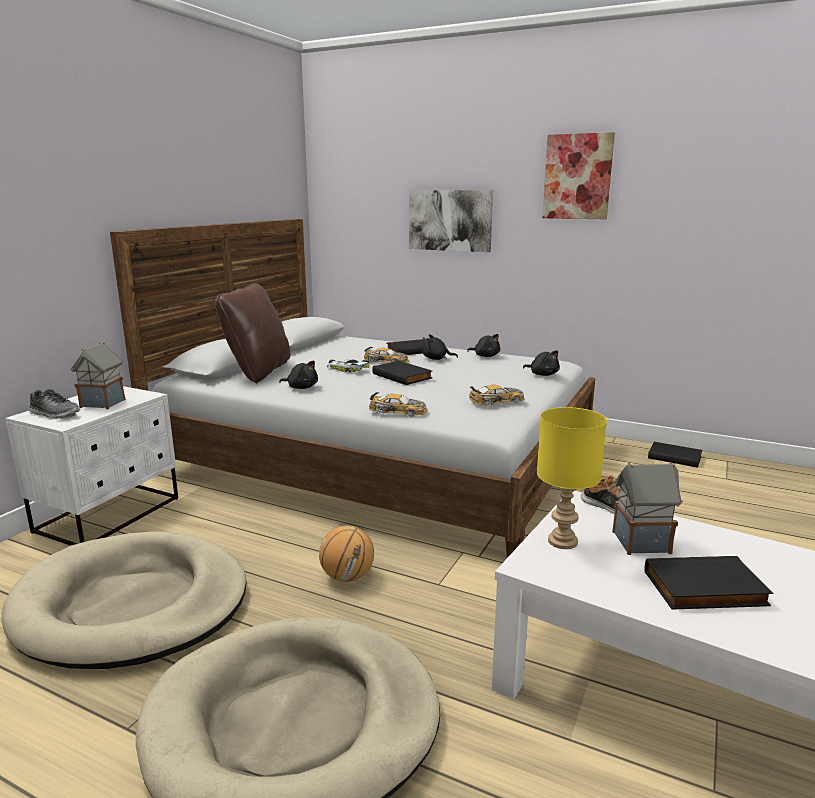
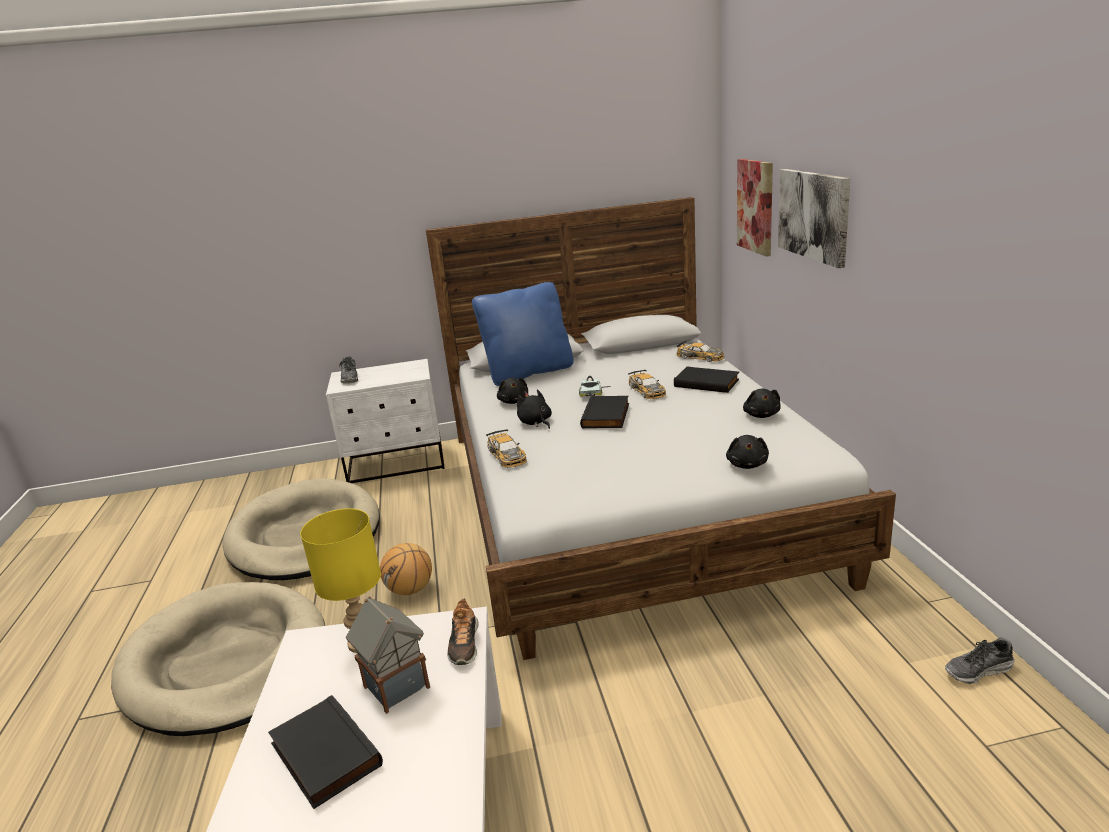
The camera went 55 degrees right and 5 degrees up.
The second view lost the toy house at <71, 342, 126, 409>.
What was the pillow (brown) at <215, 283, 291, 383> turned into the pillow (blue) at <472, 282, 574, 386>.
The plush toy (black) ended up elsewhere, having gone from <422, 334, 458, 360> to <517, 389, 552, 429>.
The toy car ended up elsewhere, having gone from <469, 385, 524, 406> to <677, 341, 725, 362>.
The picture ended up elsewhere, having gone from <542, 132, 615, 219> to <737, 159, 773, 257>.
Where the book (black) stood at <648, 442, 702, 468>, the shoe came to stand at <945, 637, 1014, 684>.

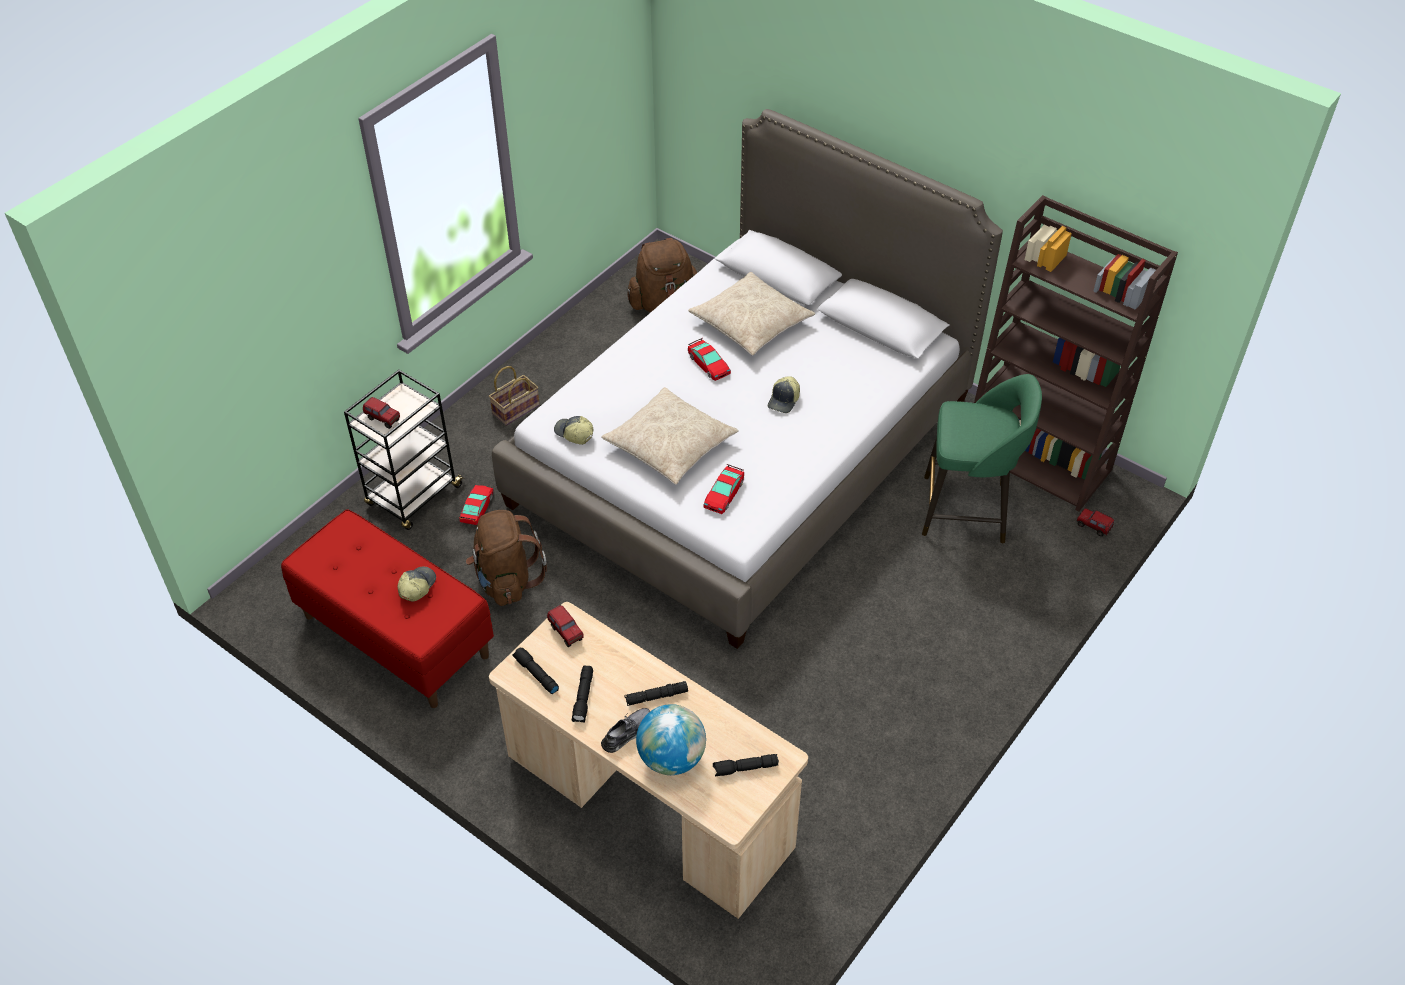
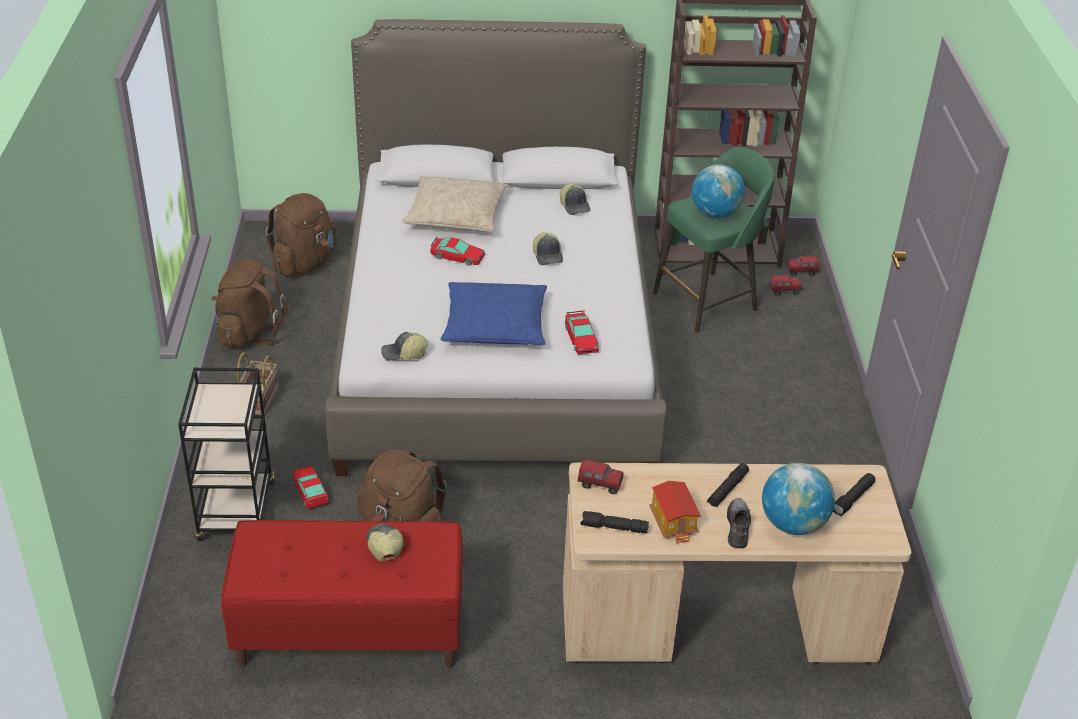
The camera went 40 degrees left and 10 degrees down.
The toy truck ended up elsewhere, having gone from <363, 397, 400, 429> to <769, 275, 802, 296>.
Where the flashlight (black) stood at <572, 665, 593, 723>, the toy house came to stand at <649, 481, 701, 544>.
What was the pillow (beige) at <601, 387, 738, 485> turned into the pillow (blue) at <441, 282, 547, 345>.
The second view gained the backpack (brown) at <211, 259, 288, 348>.
The second view gained the cap at <560, 184, 590, 215>.
The second view gained the globe at <692, 164, 745, 218>.

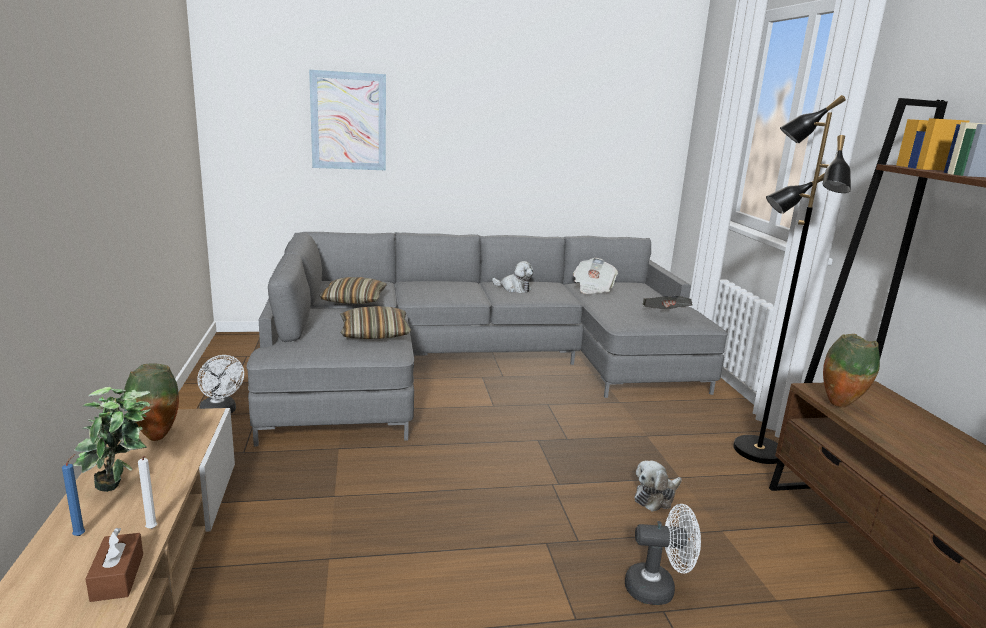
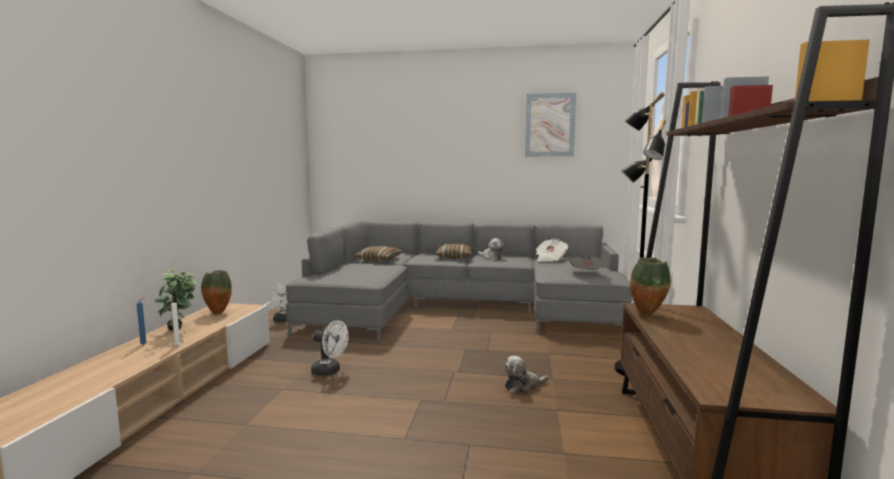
The camera went 20 degrees right and 10 degrees down.
The second view lost the tissue box (brown) at <86, 528, 143, 602>.
The picture ended up elsewhere, having gone from <309, 70, 386, 170> to <525, 93, 576, 156>.
The pillow ended up elsewhere, having gone from <340, 306, 411, 339> to <435, 244, 474, 259>.
The fan (white) ended up elsewhere, having gone from <625, 504, 701, 605> to <311, 320, 348, 376>.

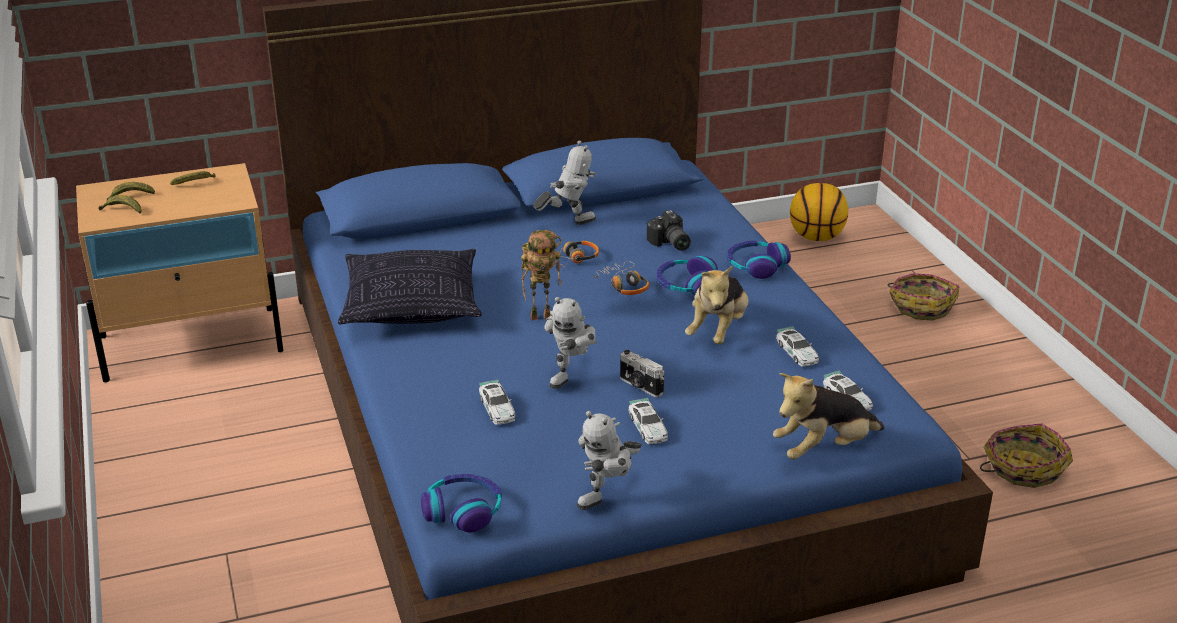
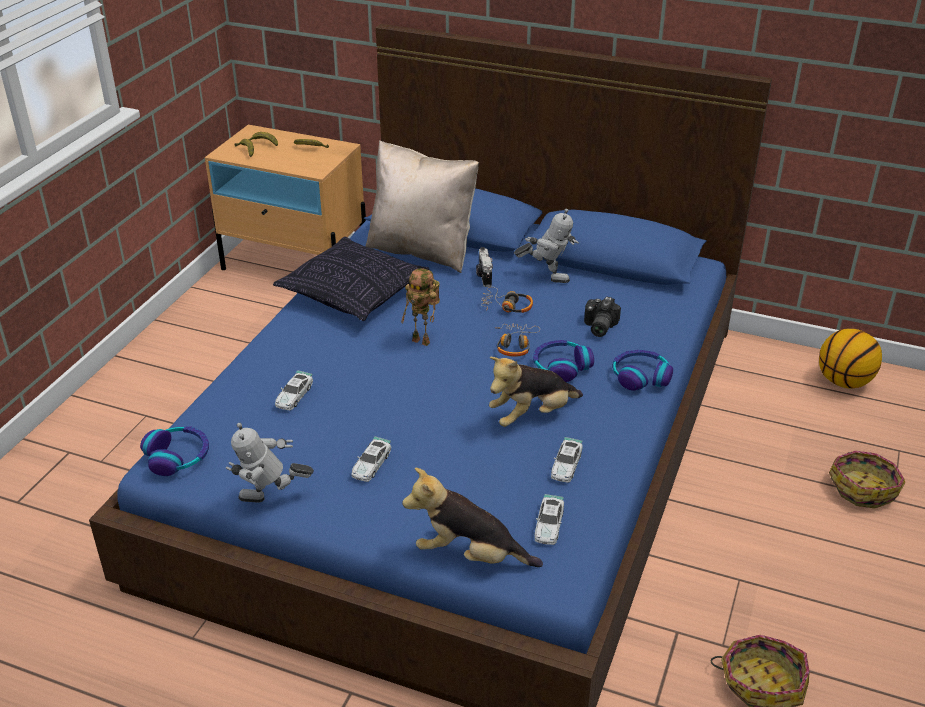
The camera went 40 degrees right and 5 degrees up.
The second view lost the toy robot at <544, 297, 597, 389>.
The photo camera ended up elsewhere, having gone from <620, 350, 664, 397> to <476, 247, 493, 287>.
The second view gained the pillow (beige) at <365, 140, 479, 273>.

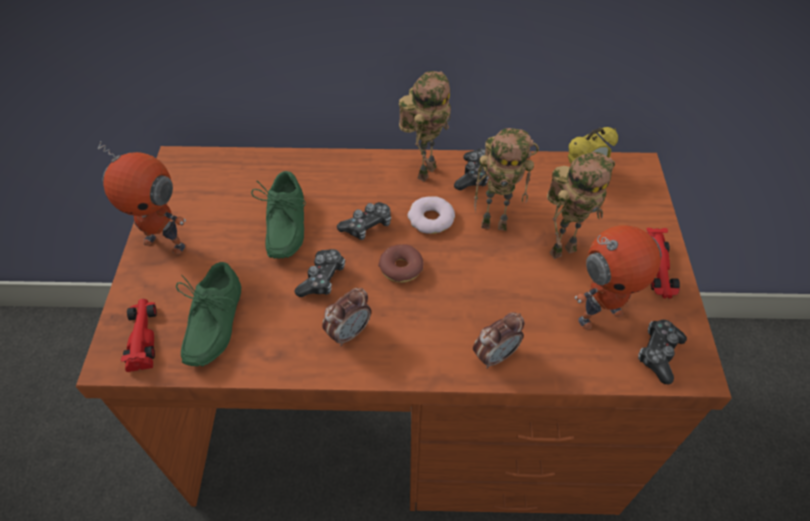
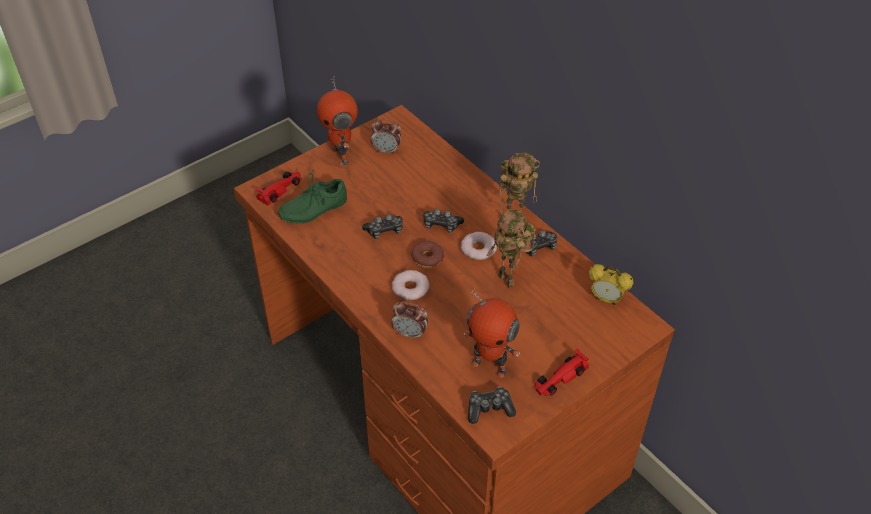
The camera went 50 degrees right and 5 degrees down.
The second view lost the shoe (green) at <251, 171, 306, 259>.
The alarm clock ended up elsewhere, having gone from <322, 288, 371, 346> to <371, 119, 401, 154>.
The second view lost the toy robot at <547, 152, 615, 259>.
The second view gained the donut at <392, 270, 429, 300>.

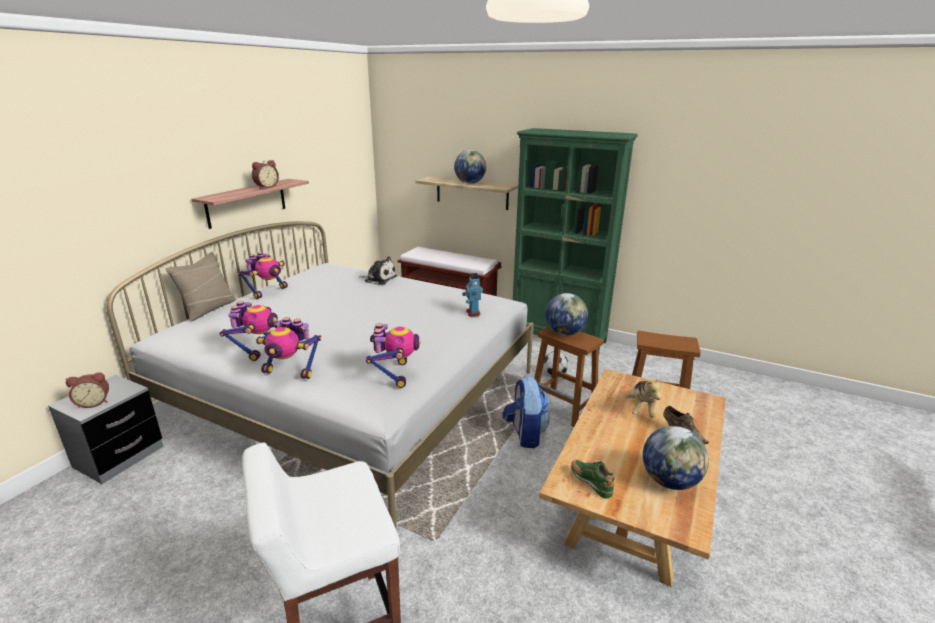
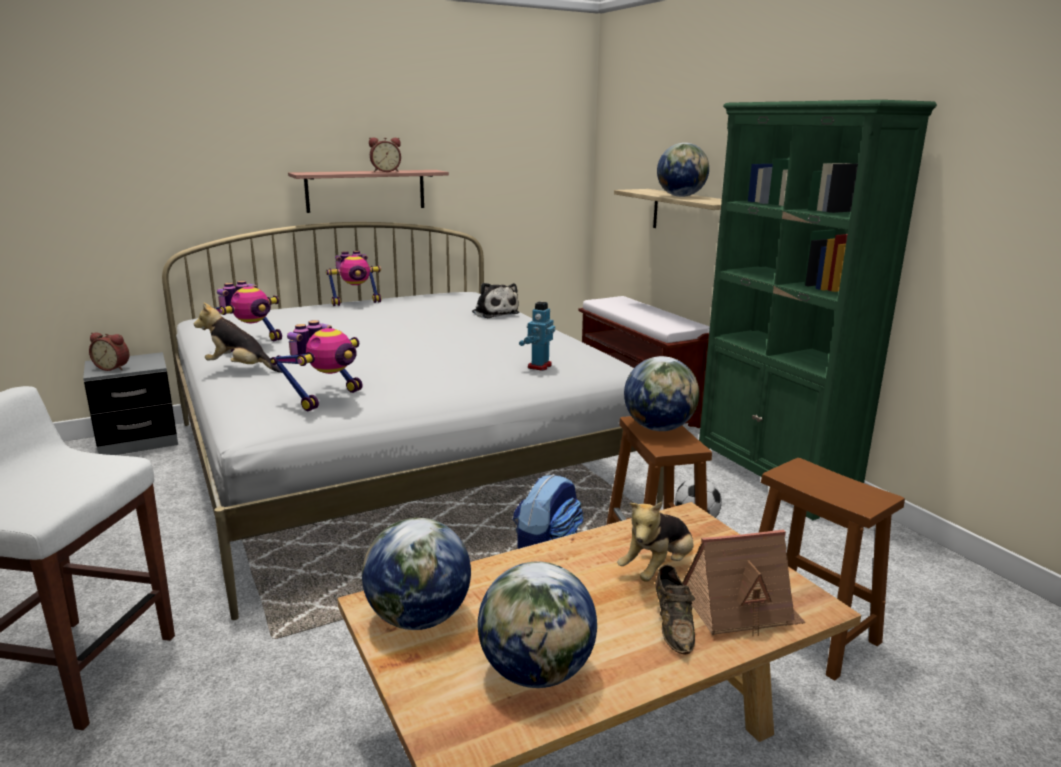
The camera went 35 degrees right and 5 degrees down.
The second view lost the pillow (beige) at <165, 252, 236, 322>.
Where the toy robot stood at <256, 317, 321, 379>, the plush toy came to stand at <194, 303, 282, 373>.
Where the shoe (green) stood at <571, 460, 615, 499>, the globe came to stand at <362, 518, 471, 630>.
The second view gained the toy house at <682, 529, 806, 636>.

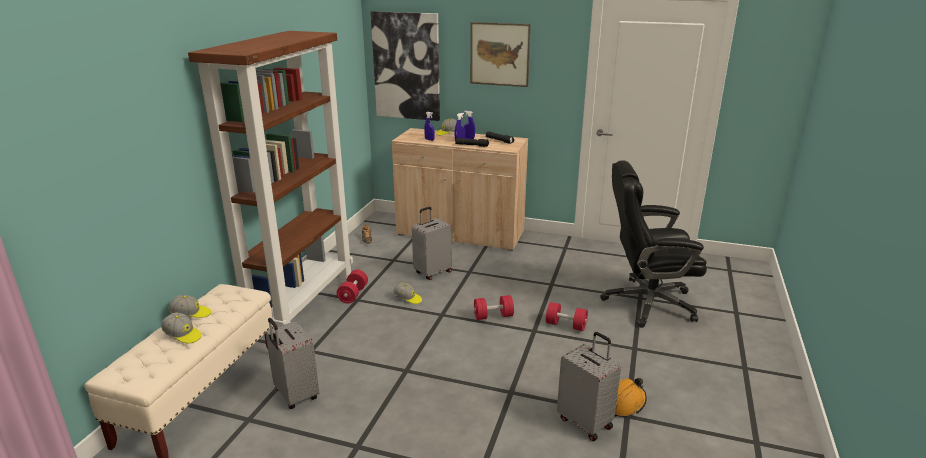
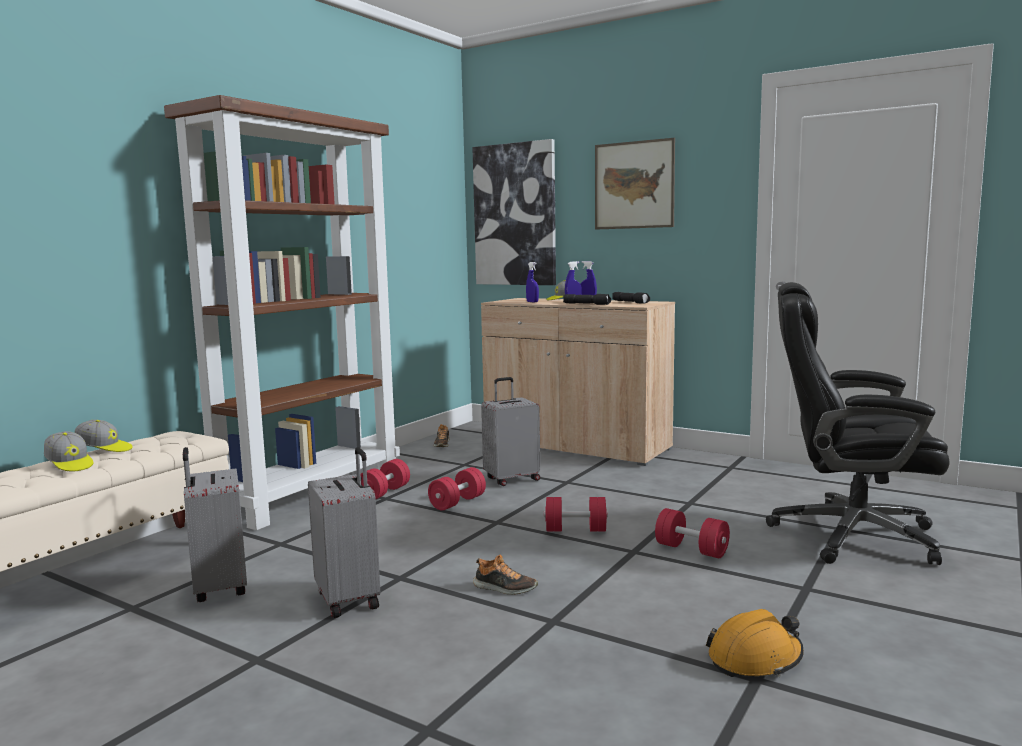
The camera went 15 degrees right and 15 degrees down.
Where the cap stood at <393, 282, 422, 304>, the dumbbell (red) came to stand at <428, 467, 486, 511>.
The suitcase (grey) ended up elsewhere, having gone from <557, 332, 621, 441> to <308, 447, 380, 618>.
The second view gained the shoe at <473, 555, 538, 595>.

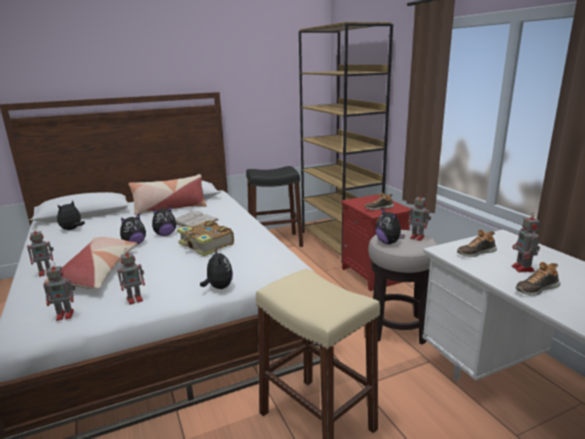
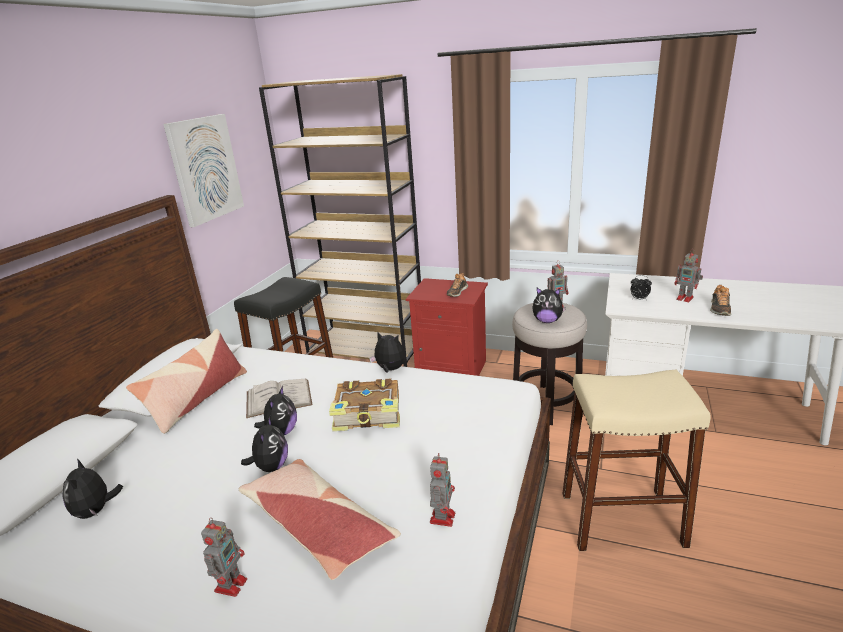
The camera went 45 degrees left and 5 degrees up.
The second view lost the toy robot at <43, 262, 76, 321>.
The plush toy ended up elsewhere, having gone from <200, 247, 233, 289> to <369, 331, 405, 373>.
Where the shoe stood at <457, 230, 497, 257>, the alarm clock came to stand at <631, 275, 652, 299>.
The second view gained the picture at <163, 114, 244, 227>.

